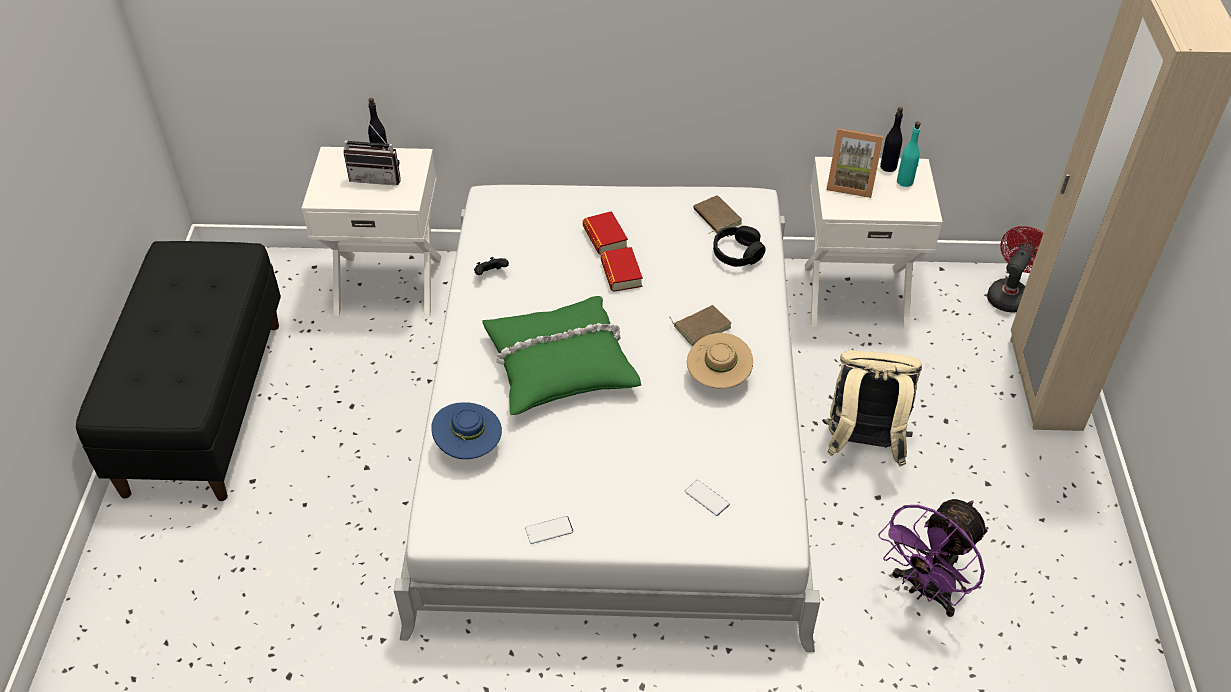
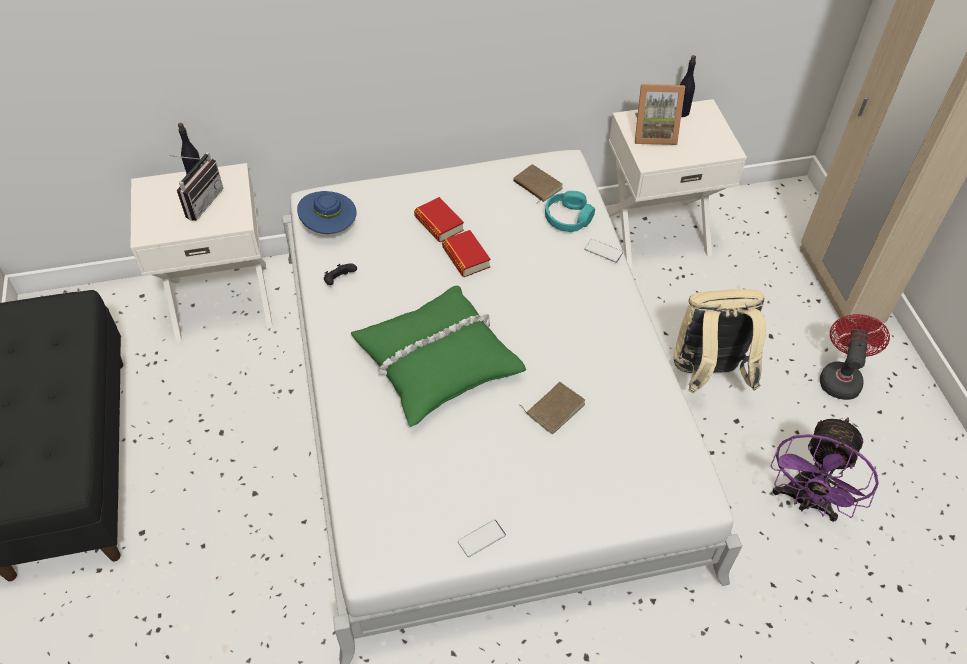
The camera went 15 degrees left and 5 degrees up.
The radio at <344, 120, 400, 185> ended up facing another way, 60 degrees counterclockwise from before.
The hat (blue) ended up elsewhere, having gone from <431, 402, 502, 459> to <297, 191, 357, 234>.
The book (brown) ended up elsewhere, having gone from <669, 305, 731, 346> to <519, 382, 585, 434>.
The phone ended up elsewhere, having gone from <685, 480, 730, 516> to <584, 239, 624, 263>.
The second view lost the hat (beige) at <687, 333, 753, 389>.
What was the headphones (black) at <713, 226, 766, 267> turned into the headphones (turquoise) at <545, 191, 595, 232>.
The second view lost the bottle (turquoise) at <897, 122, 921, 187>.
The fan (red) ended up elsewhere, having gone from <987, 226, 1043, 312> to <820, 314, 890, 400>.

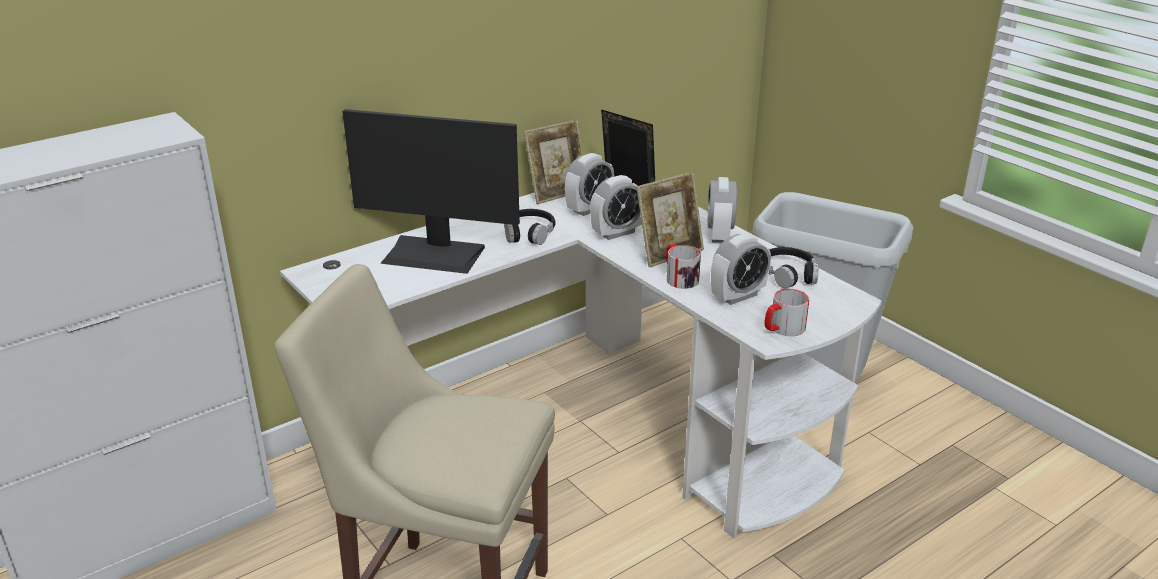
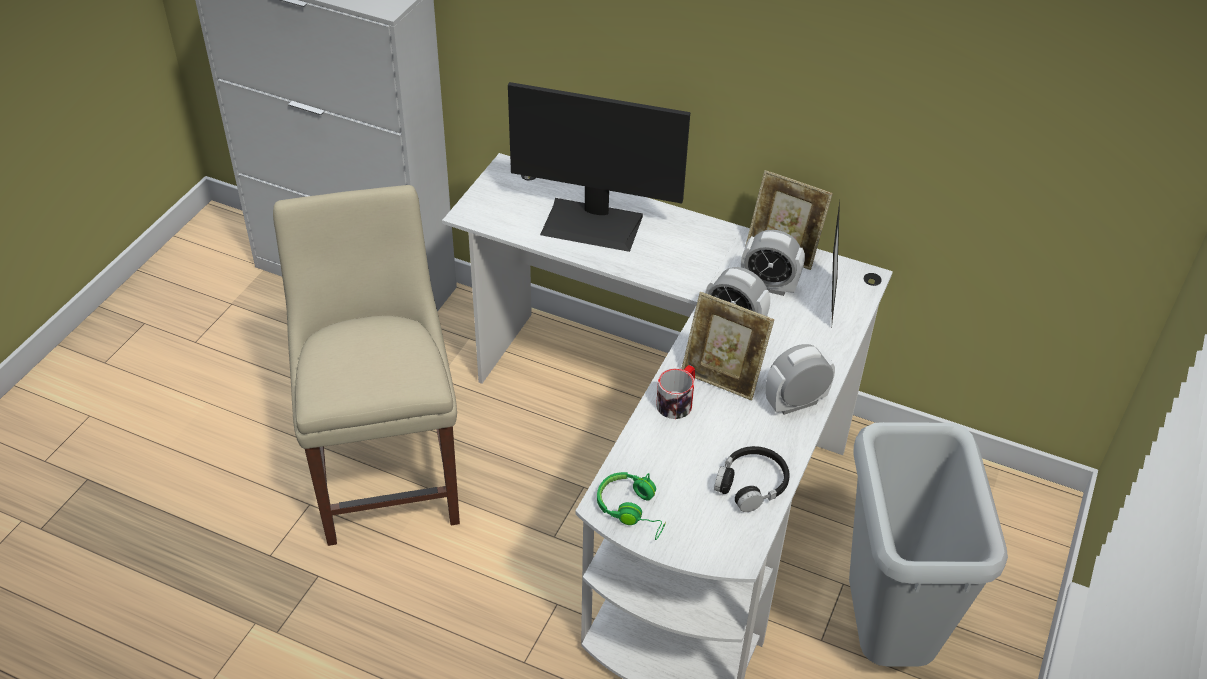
The camera went 60 degrees right and 15 degrees up.
The monitor at <342, 109, 520, 274> ended up facing another way, 60 degrees counterclockwise from before.
The second view lost the headphones (black) at <504, 209, 555, 245>.
The second view lost the alarm clock at <711, 233, 771, 305>.
Where the mug stood at <764, 289, 809, 336>, the headphones (green) came to stand at <597, 472, 666, 540>.

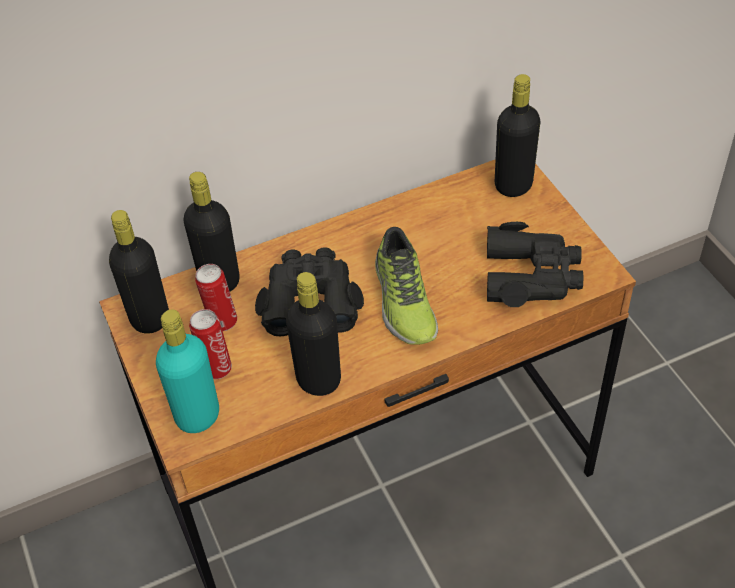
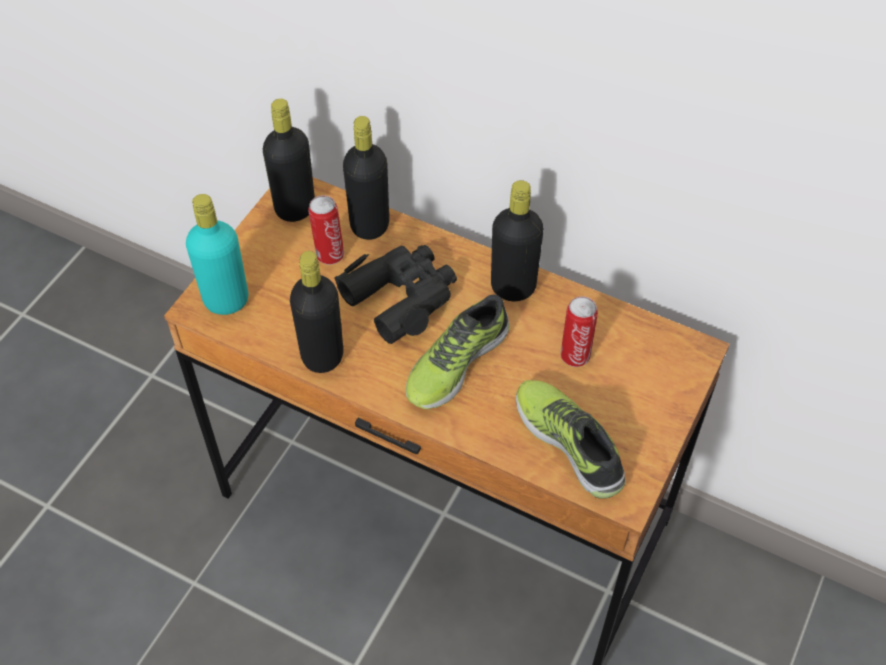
The camera went 50 degrees right and 5 degrees up.
The can ended up elsewhere, having gone from <189, 309, 232, 379> to <561, 296, 598, 367>.
Where the binoculars (black) stood at <487, 222, 583, 307>, the shoe came to stand at <516, 380, 626, 499>.
The bottle (black) ended up elsewhere, having gone from <495, 74, 540, 197> to <491, 180, 544, 301>.

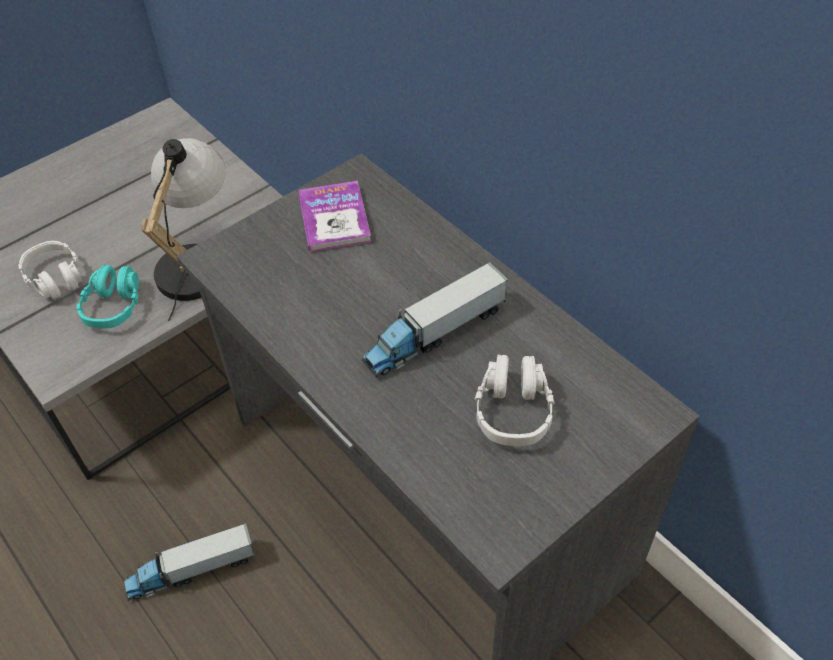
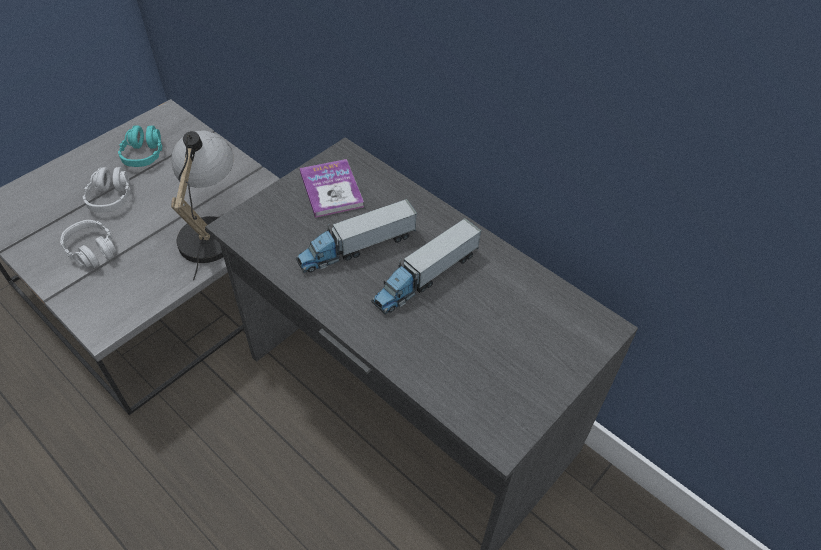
The camera went 10 degrees left and 0 degrees up.
The headphones (turquoise) ended up elsewhere, having gone from <77, 265, 139, 329> to <118, 125, 162, 167>.
The toy truck ended up elsewhere, having gone from <124, 523, 255, 601> to <296, 199, 417, 273>.
The headphones (grey) ended up elsewhere, having gone from <475, 354, 555, 446> to <83, 167, 131, 213>.

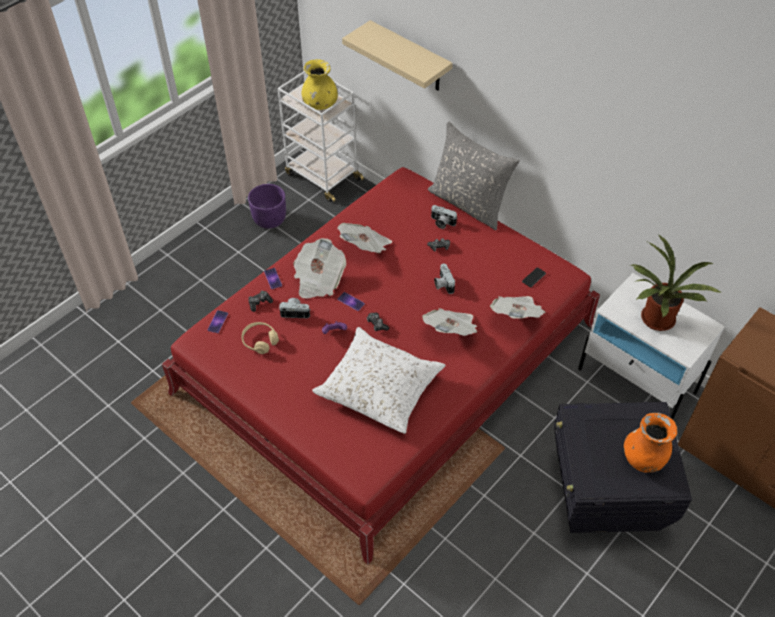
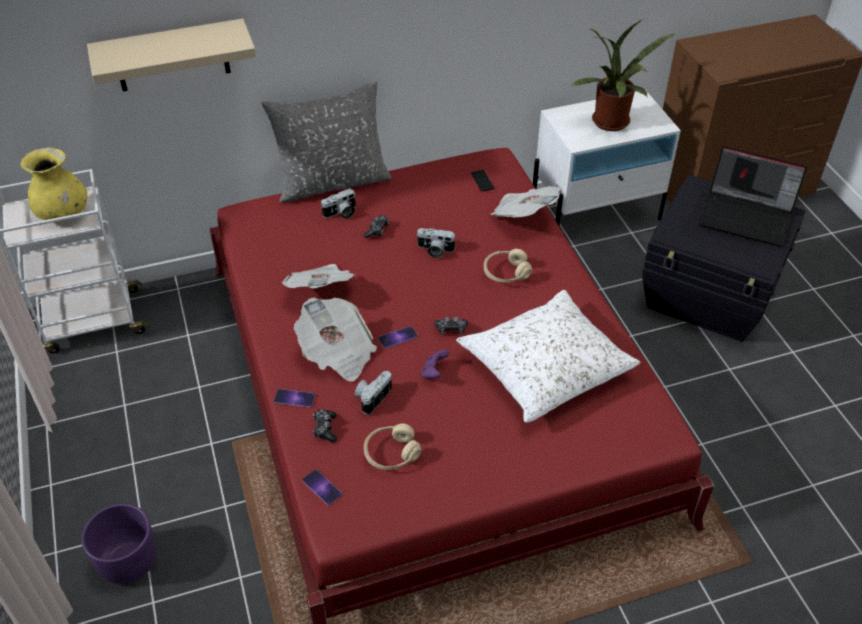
The camera went 60 degrees left and 5 degrees down.
The planter (purple) ended up elsewhere, having gone from <248, 184, 286, 229> to <82, 504, 156, 584>.
Where the newspaper stood at <422, 308, 477, 336>, the headphones (beige) came to stand at <484, 249, 532, 283>.
Where the vase (orange) stood at <624, 413, 677, 472>, the laptop came to stand at <698, 146, 807, 247>.

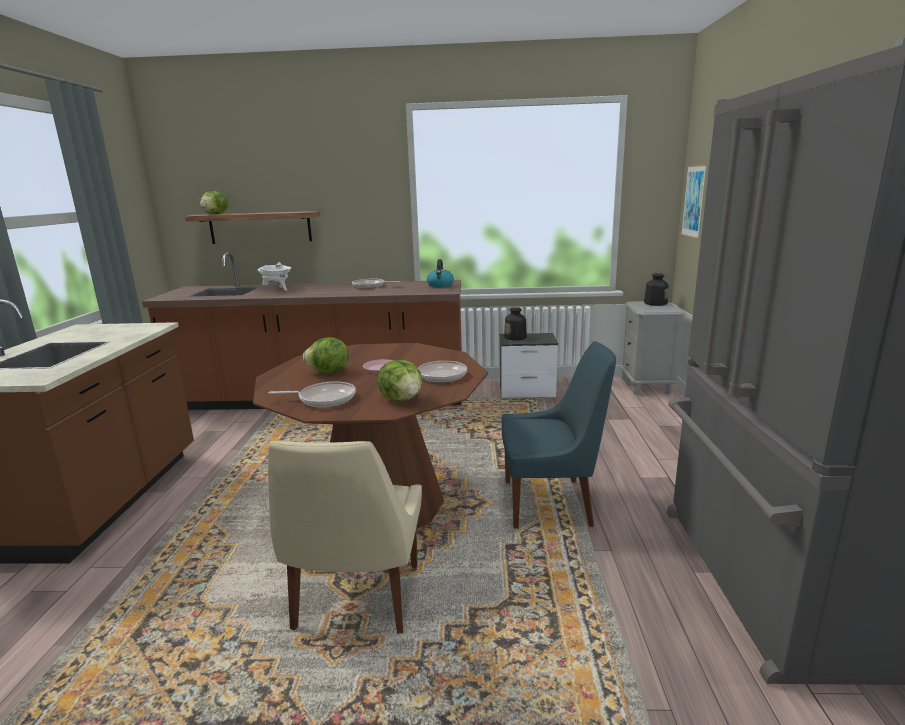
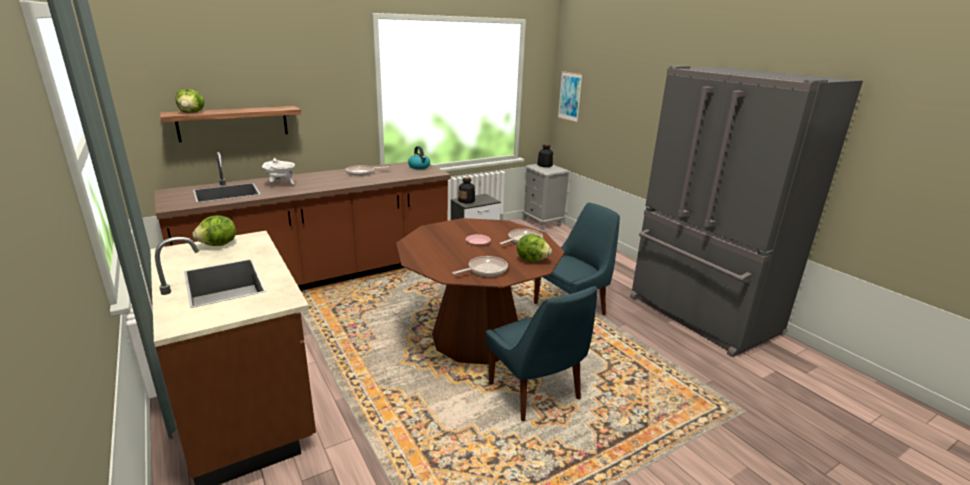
The camera went 35 degrees left and 5 degrees up.
What was the chair (beige) at <268, 441, 422, 634> turned into the chair (blue) at <486, 286, 597, 421>.
The lettuce ended up elsewhere, having gone from <303, 337, 349, 373> to <193, 215, 236, 246>.

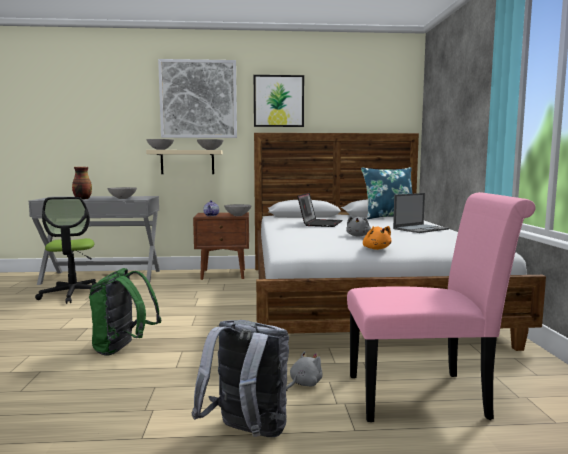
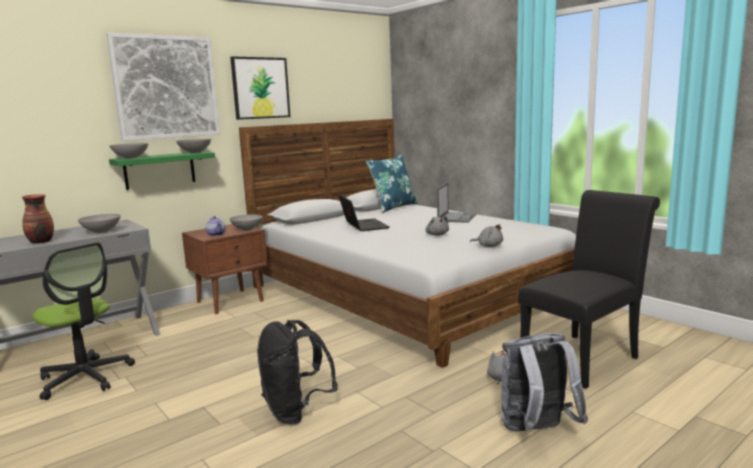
The camera went 35 degrees left and 5 degrees up.
What was the backpack (green) at <89, 268, 161, 356> turned into the backpack (black) at <257, 320, 338, 425>.
What was the shelf (beige) at <146, 150, 223, 174> turned into the shelf (green) at <109, 151, 215, 190>.
What was the chair (pink) at <347, 192, 536, 422> turned into the chair (black) at <518, 190, 660, 389>.
What was the plush toy (orange) at <363, 226, 392, 250> turned into the plush toy (grey) at <470, 224, 503, 247>.

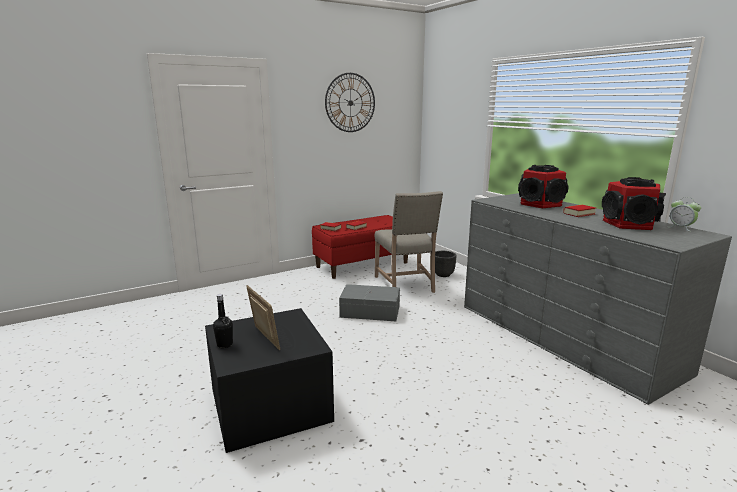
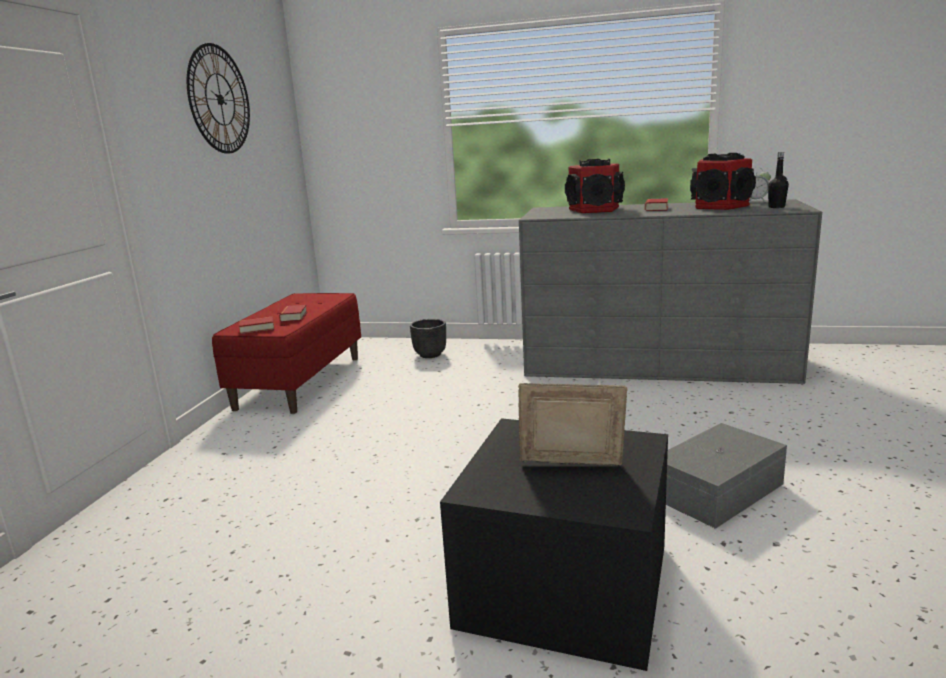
The camera went 45 degrees left and 0 degrees up.
The bottle (black) ended up elsewhere, having gone from <213, 294, 233, 348> to <768, 152, 789, 208>.
The storage box (grey) ended up elsewhere, having gone from <339, 284, 400, 321> to <666, 423, 787, 529>.
The second view lost the chair (beige) at <375, 191, 443, 293>.

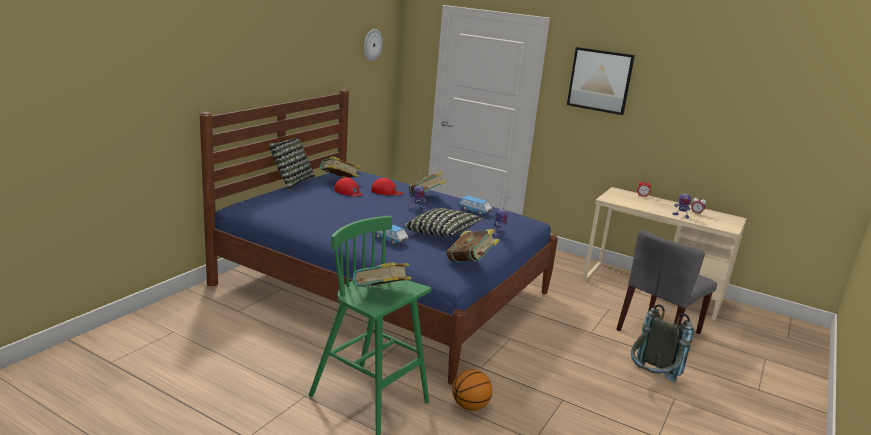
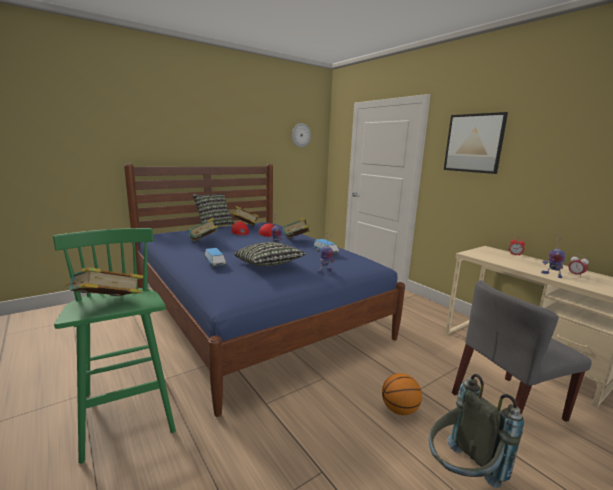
The camera went 25 degrees right and 5 degrees down.
The book ended up elsewhere, having gone from <446, 229, 500, 262> to <189, 218, 218, 241>.
The basketball ended up elsewhere, having gone from <452, 369, 492, 411> to <382, 373, 422, 415>.

